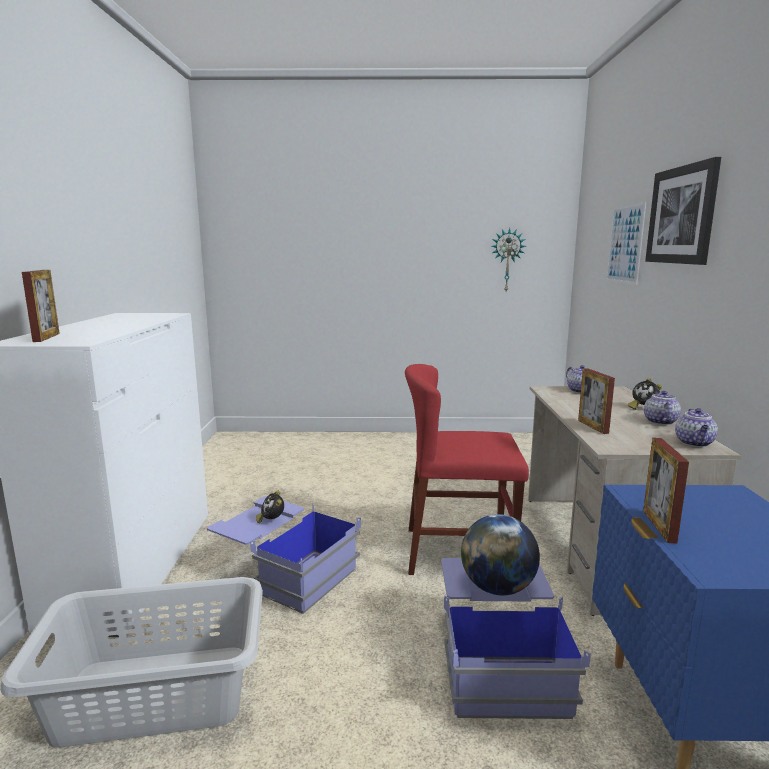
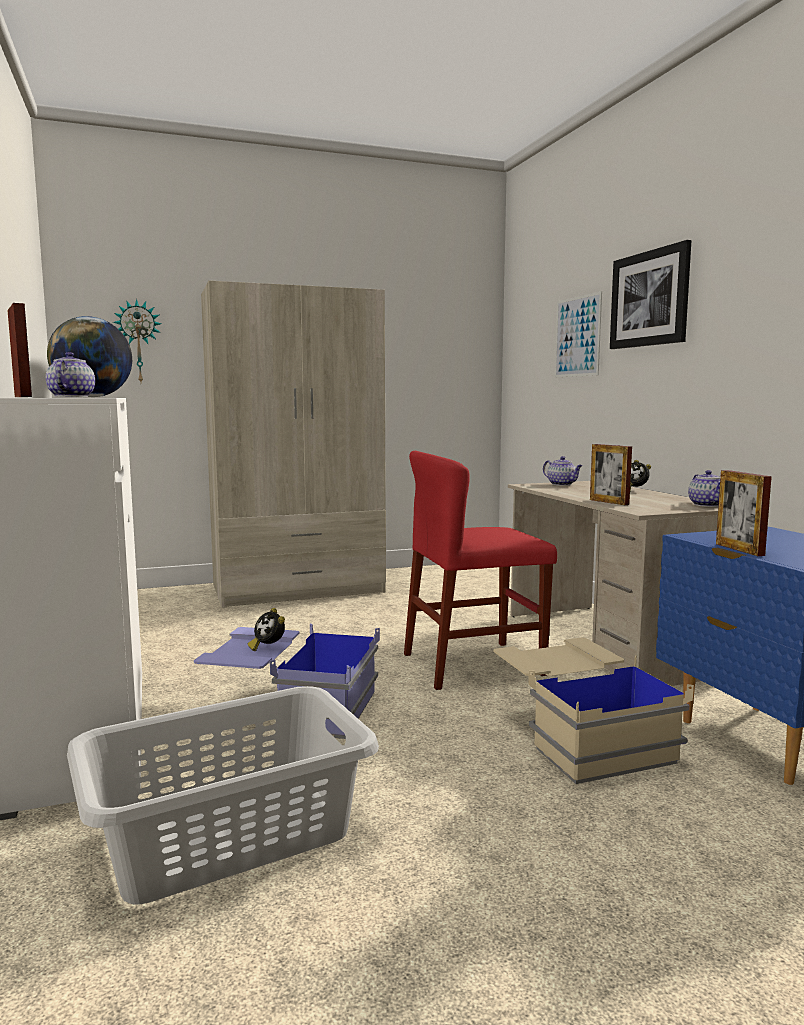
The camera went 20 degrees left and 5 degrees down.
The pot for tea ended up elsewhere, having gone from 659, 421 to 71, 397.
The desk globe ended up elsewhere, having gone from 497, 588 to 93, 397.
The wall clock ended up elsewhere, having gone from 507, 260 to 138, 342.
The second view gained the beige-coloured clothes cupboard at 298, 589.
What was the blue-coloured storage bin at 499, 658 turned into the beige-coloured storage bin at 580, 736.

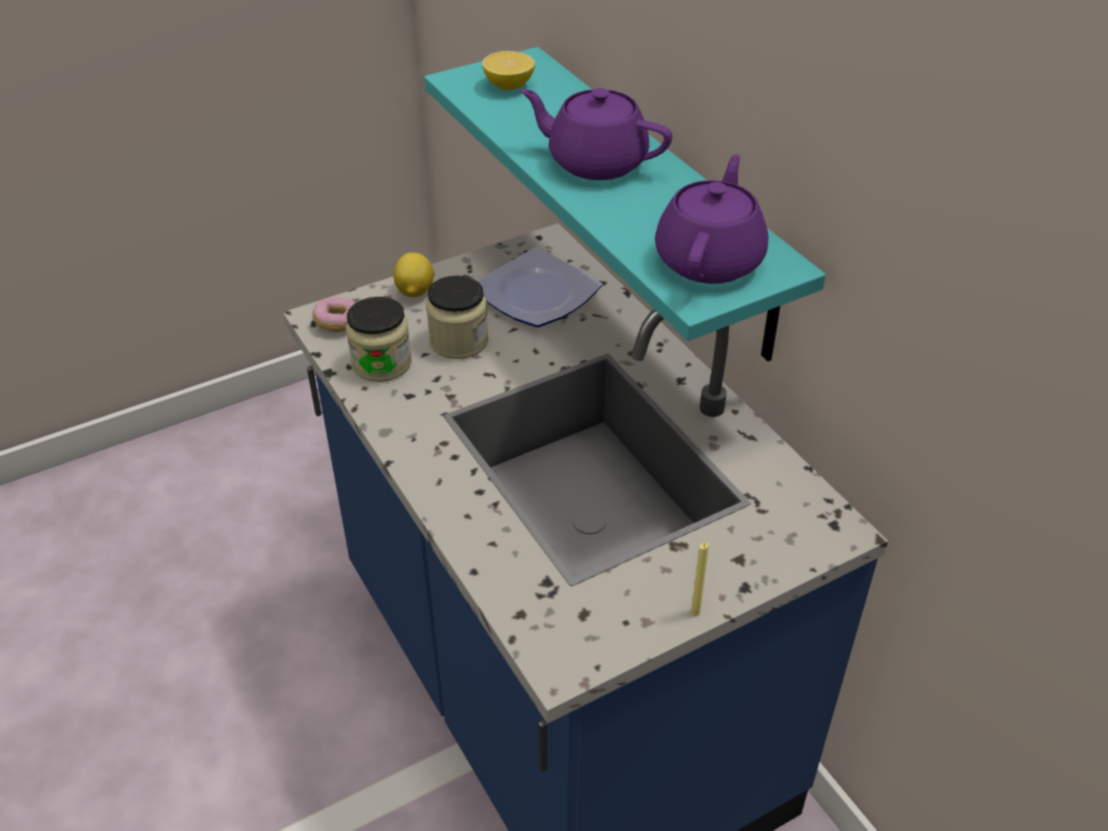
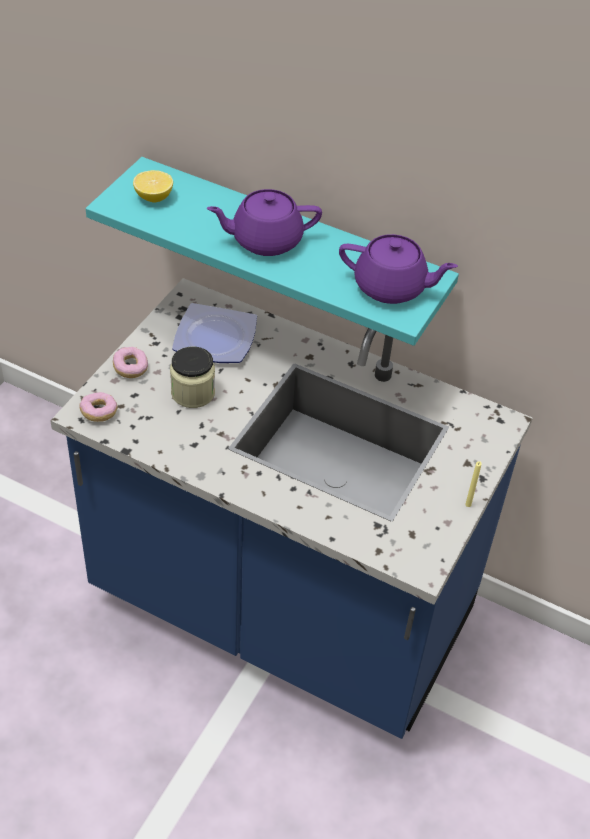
The camera went 35 degrees left and 5 degrees up.
Where the lemon stood at 414, 292, the doughnut came to stand at 130, 368.
The purplish pot for tea at 710, 259 ended up facing another way, 120 degrees clockwise from before.
The second view lost the jar at 381, 363.

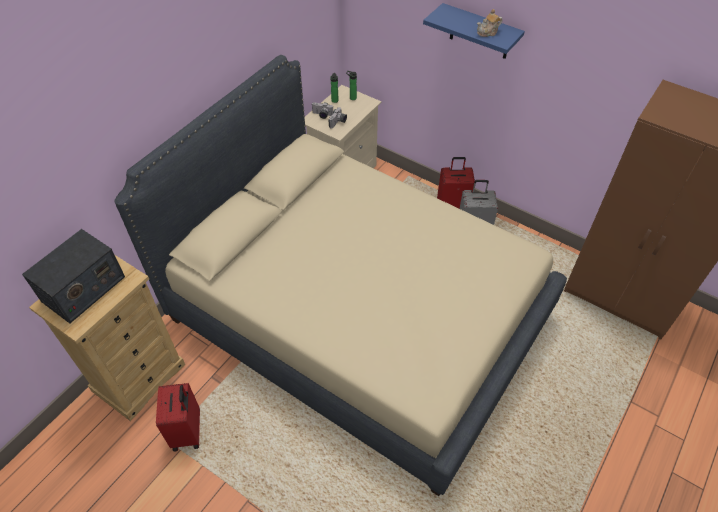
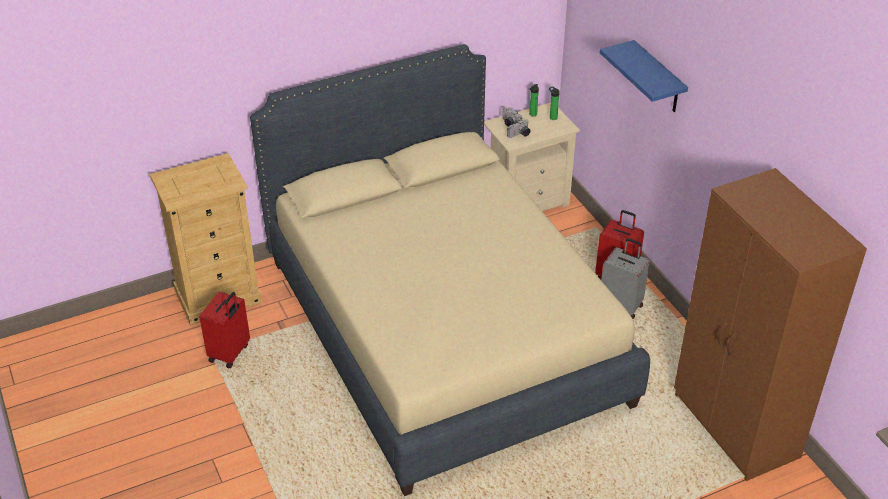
The camera went 30 degrees right and 10 degrees down.
The second view lost the radio set at 83, 289.
The second view lost the pot for tea at 488, 32.

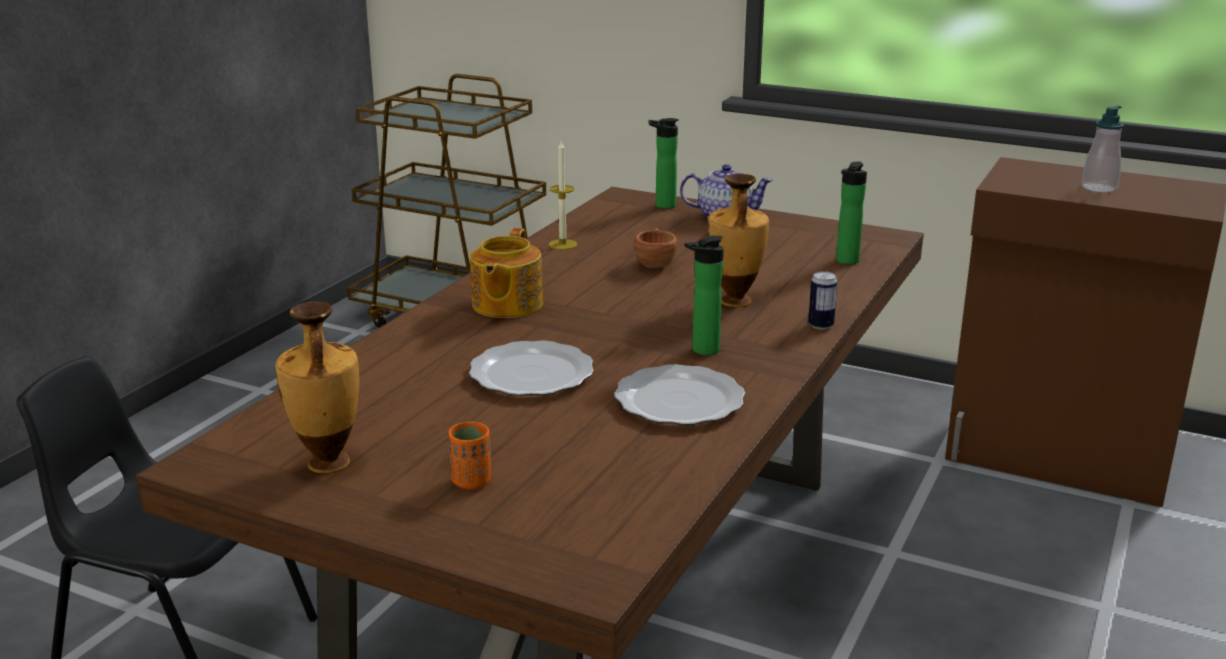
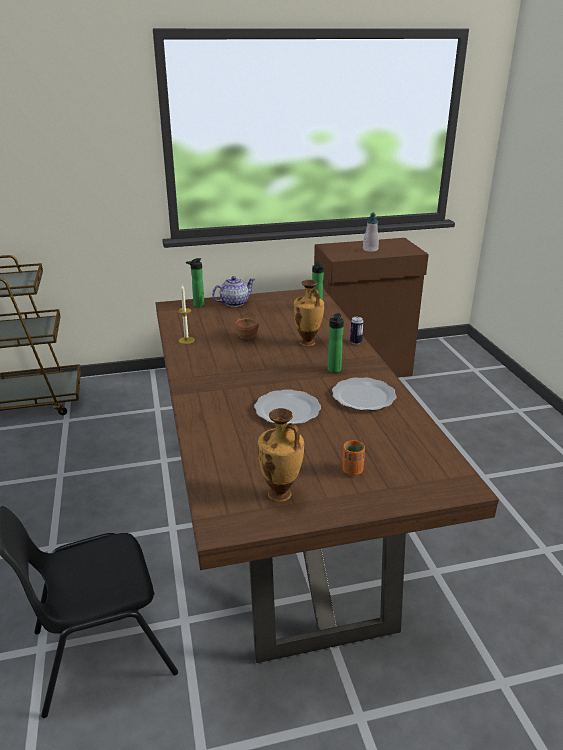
The camera went 40 degrees left and 5 degrees up.
The second view lost the pot for tea at 506, 305.

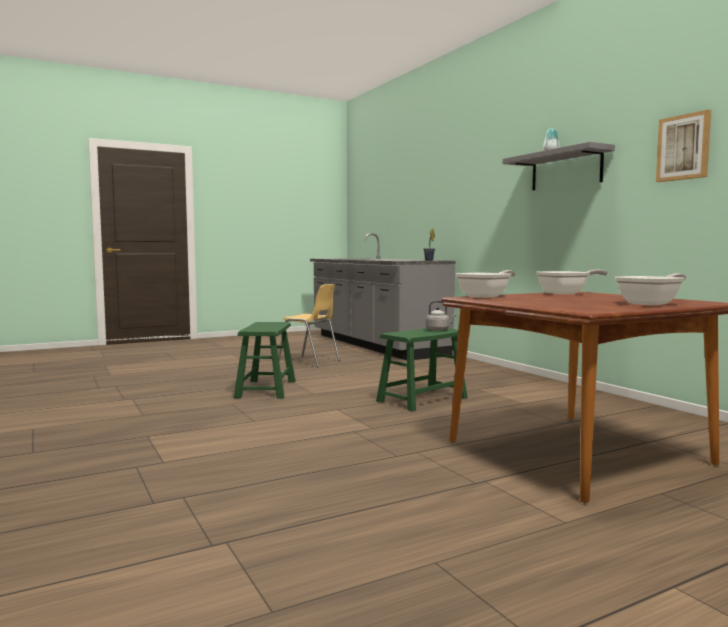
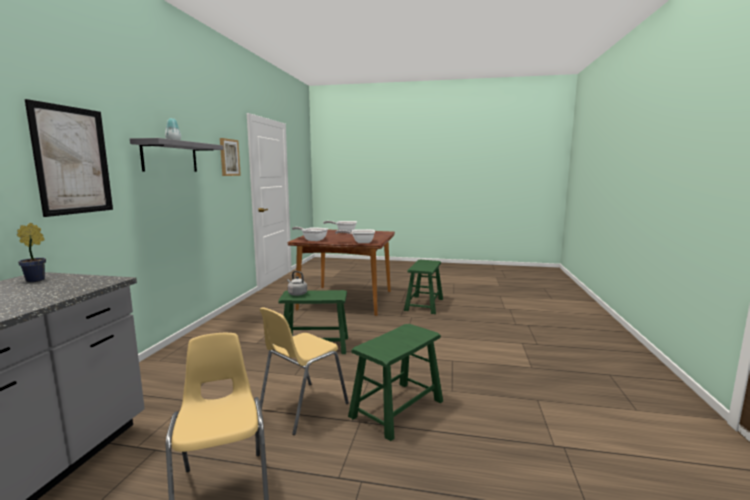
The camera went 140 degrees left and 5 degrees up.
The second view gained the wall art at 72, 160.
The second view gained the yellow-coloured chair at 302, 407.
The second view gained the green stool seat at 424, 304.

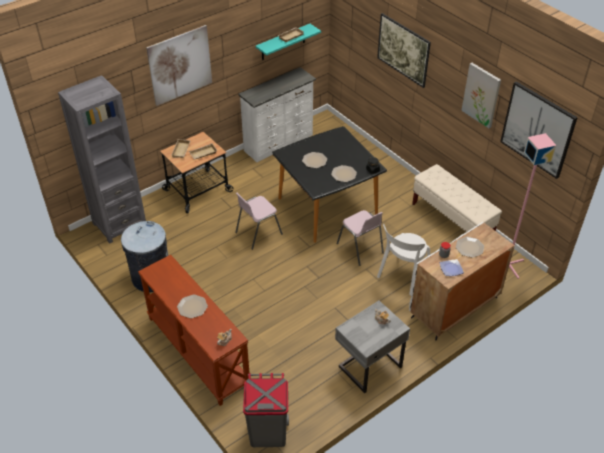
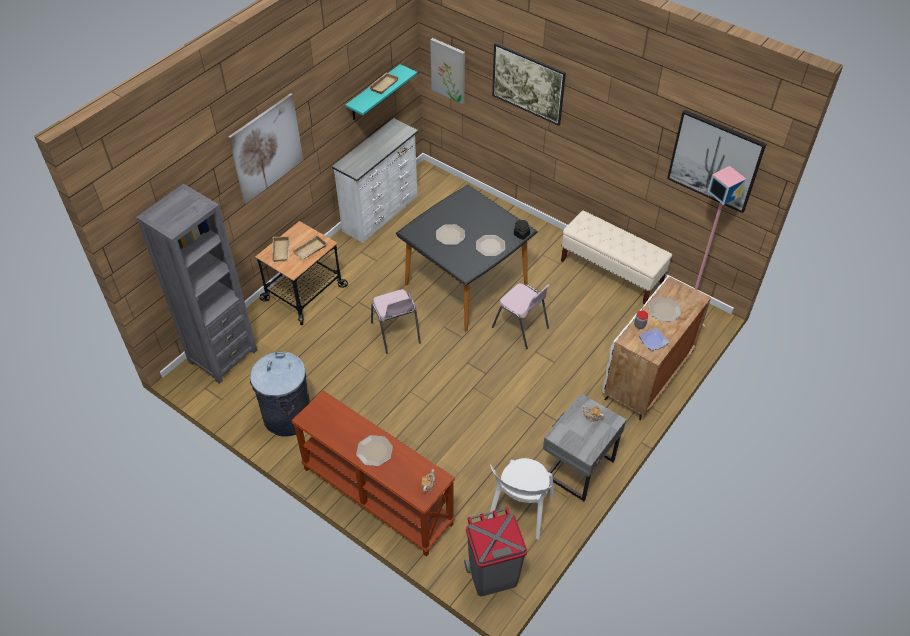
The camera went 15 degrees left and 5 degrees up.
The pink chair at 258, 233 ended up facing another way, 60 degrees counterclockwise from before.
The wall art ended up elsewhere, having gone from 481, 95 to 448, 70.
The whitish chair ended up elsewhere, having gone from 402, 276 to 520, 511.

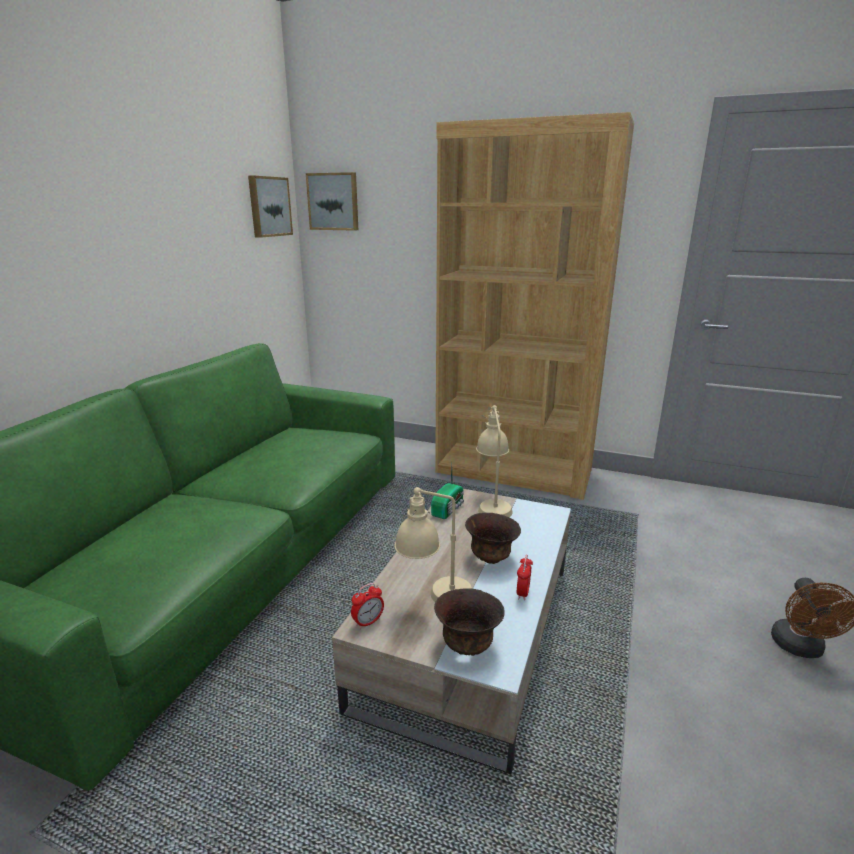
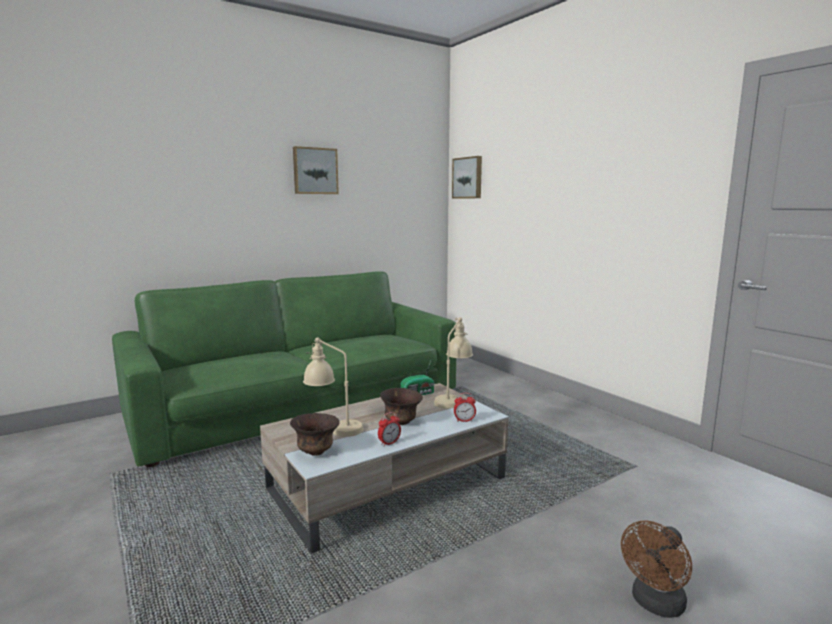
The camera went 35 degrees right and 10 degrees down.
The wall art ended up elsewhere, having gone from 269, 206 to 315, 171.
The table clock ended up elsewhere, having gone from 368, 622 to 464, 420.
The second view lost the brown-coloured bookshelf at 514, 472.

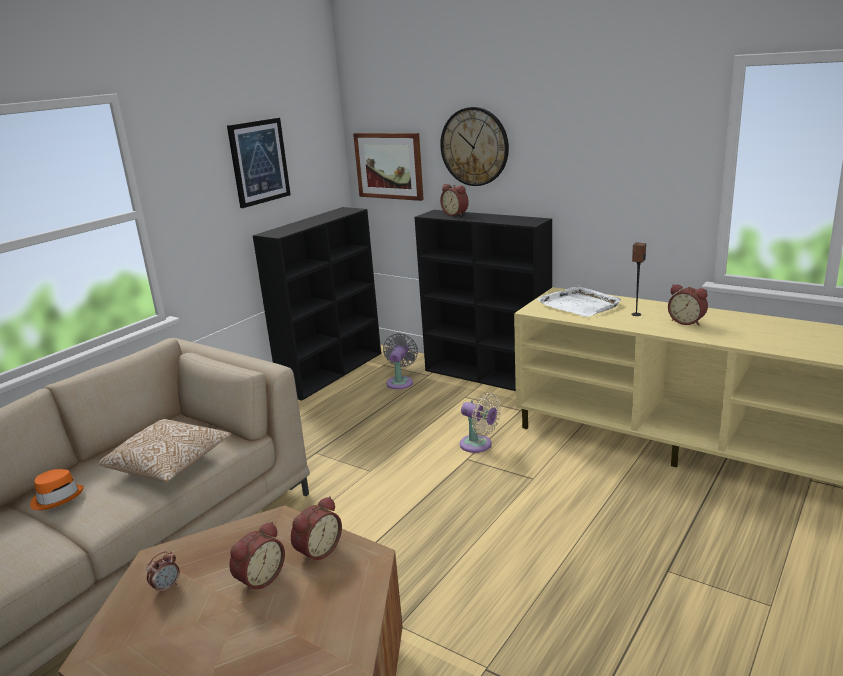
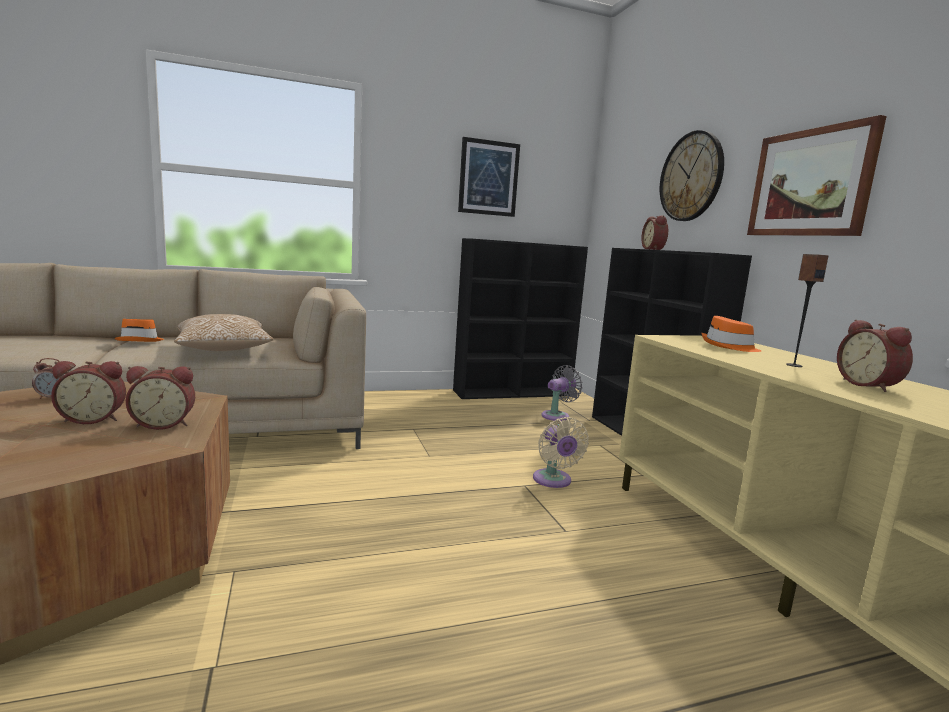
The camera went 35 degrees right and 10 degrees down.
Where the whitish tray stood at 579, 304, the orangey hat came to stand at 729, 346.
The wall art ended up elsewhere, having gone from 389, 165 to 810, 183.

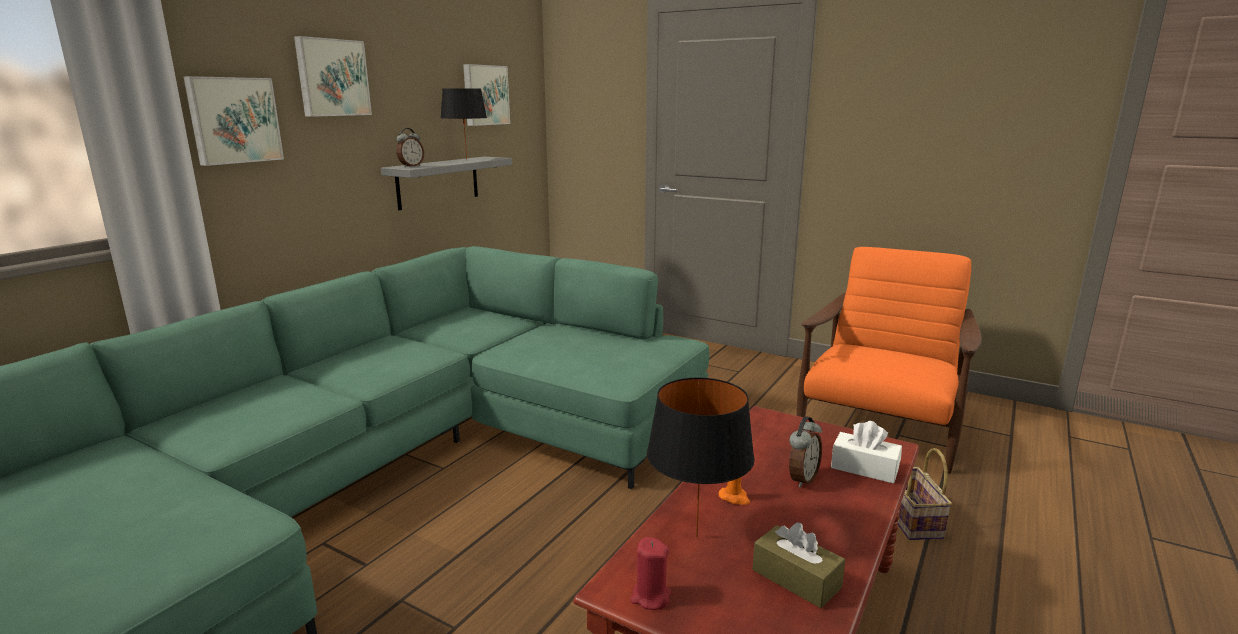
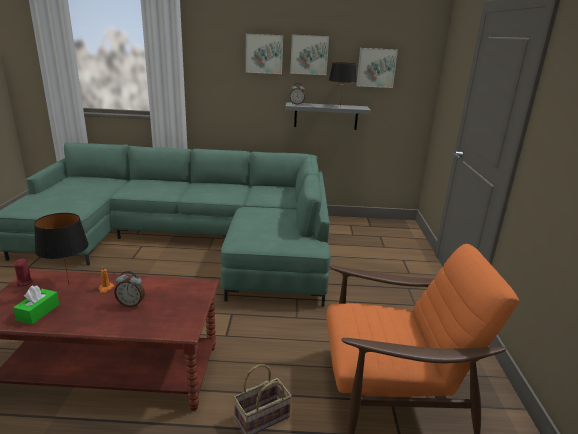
The camera went 60 degrees right and 5 degrees up.
What was the brown-coloured box of tissues at 796, 578 turned into the green box of tissues at 38, 312.
The wall art ended up elsewhere, having gone from 233, 120 to 309, 55.
The second view lost the whitish box of tissues at 864, 468.

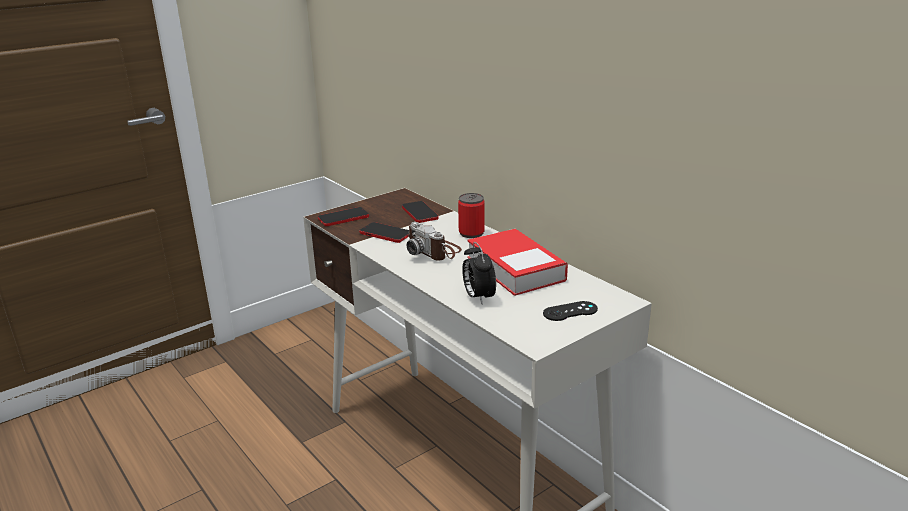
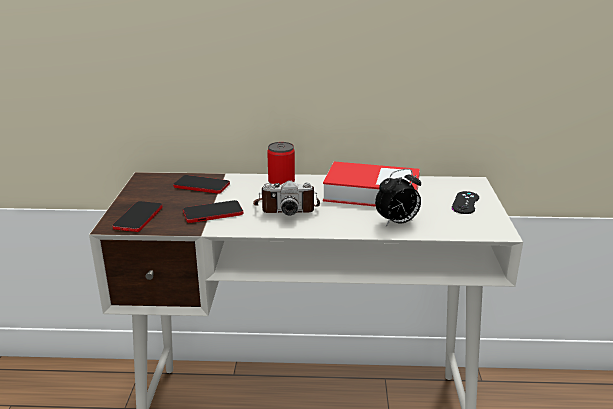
The camera went 50 degrees left and 0 degrees up.
The table clock at 478, 297 ended up facing another way, 45 degrees counterclockwise from before.

